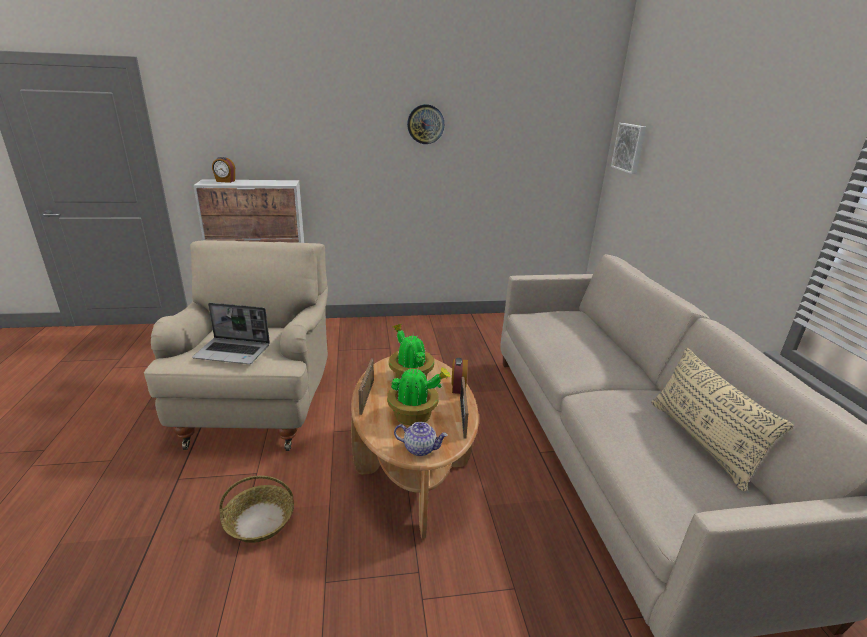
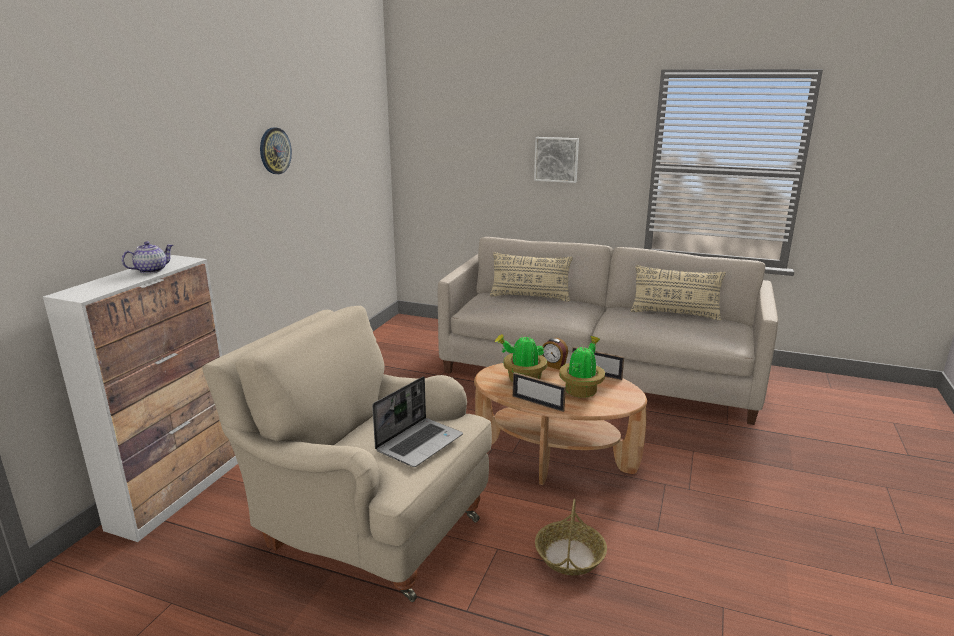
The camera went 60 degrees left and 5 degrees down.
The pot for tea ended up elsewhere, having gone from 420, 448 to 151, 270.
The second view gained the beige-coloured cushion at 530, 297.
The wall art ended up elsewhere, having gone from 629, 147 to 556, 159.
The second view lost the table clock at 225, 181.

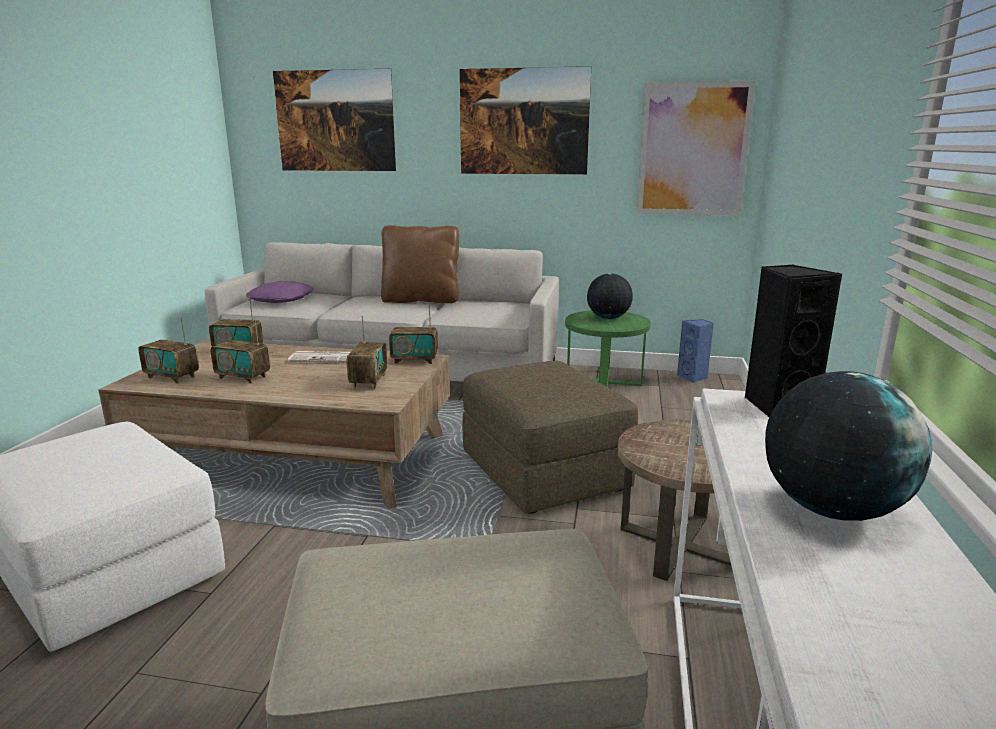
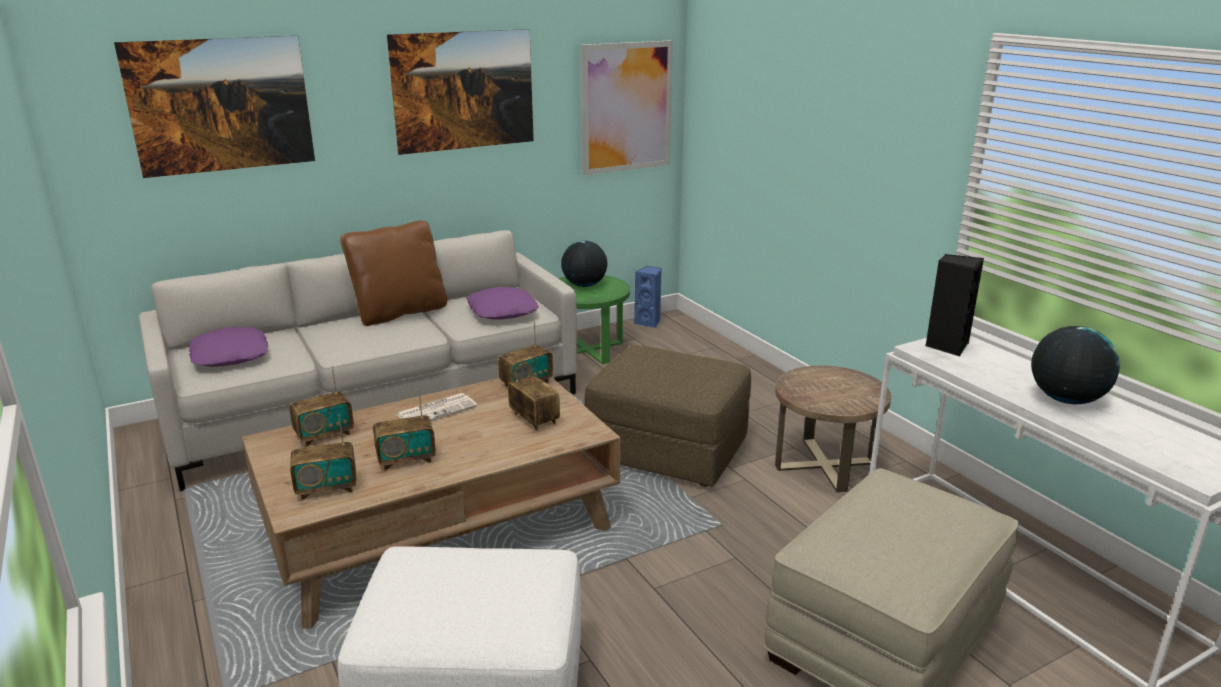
The camera went 40 degrees left and 5 degrees up.
The second view gained the purplish cushion at 503, 311.

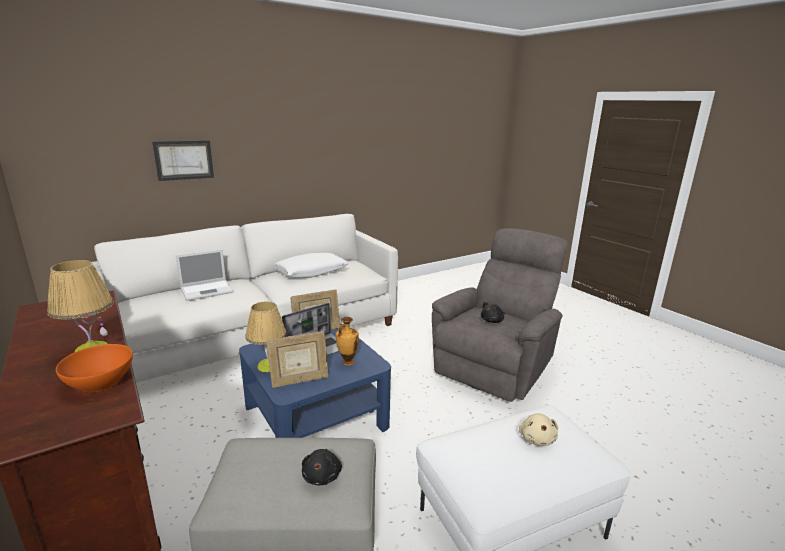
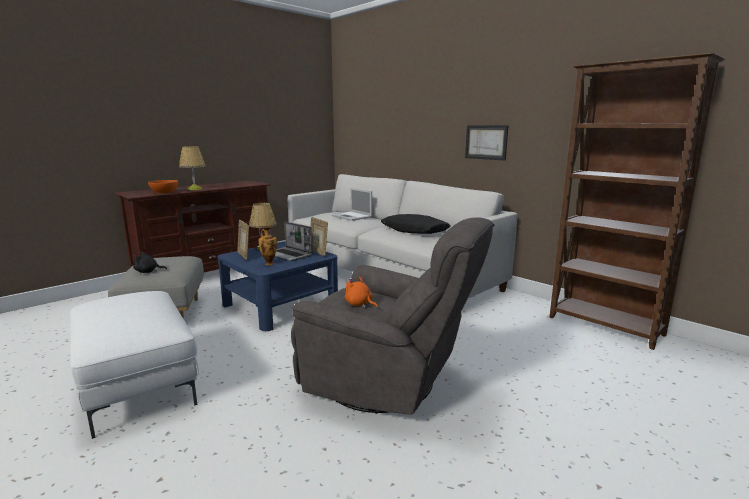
The camera went 80 degrees right and 5 degrees down.
What was the black-coloured cuddly toy at 492, 321 turned into the orangey cuddly toy at 360, 304.
What was the whitish cushion at 311, 272 turned into the black-coloured cushion at 414, 231.
The wall art ended up elsewhere, having gone from 184, 160 to 486, 142.
The second view gained the brown-coloured bookshelf at 605, 327.
The second view lost the beige-coloured cuddly toy at 536, 438.

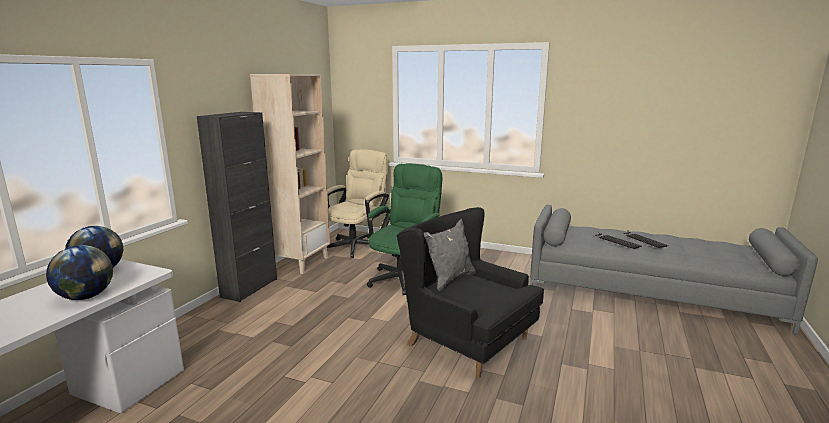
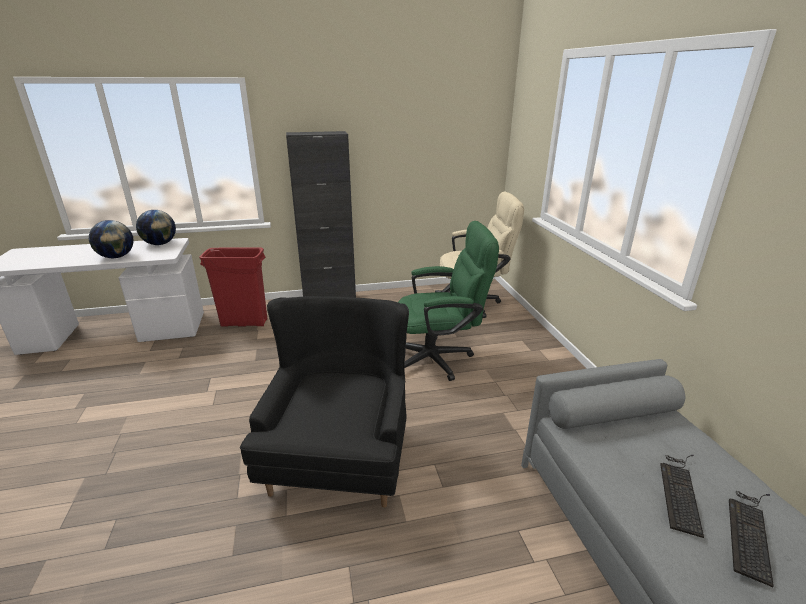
The camera went 55 degrees right and 10 degrees up.
The second view gained the red-coloured rubbish bin at 244, 323.
The second view lost the beige-coloured bookshelf at 300, 262.
The second view lost the greyish cushion at 450, 279.

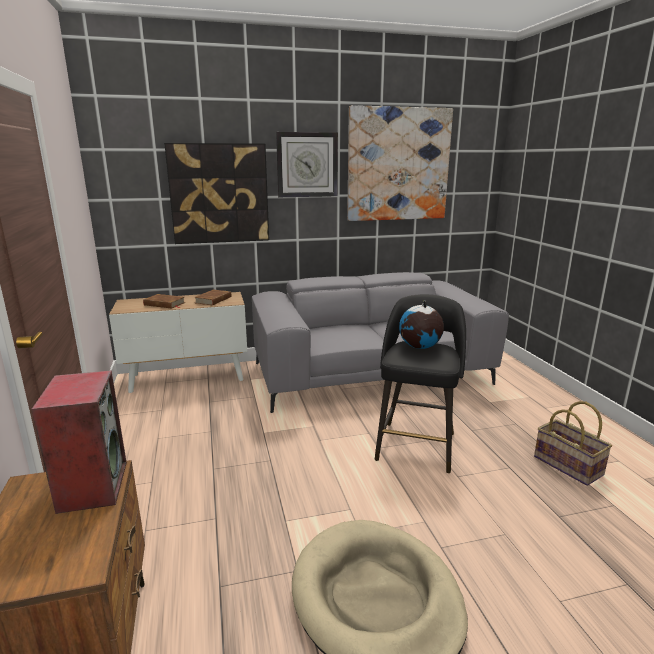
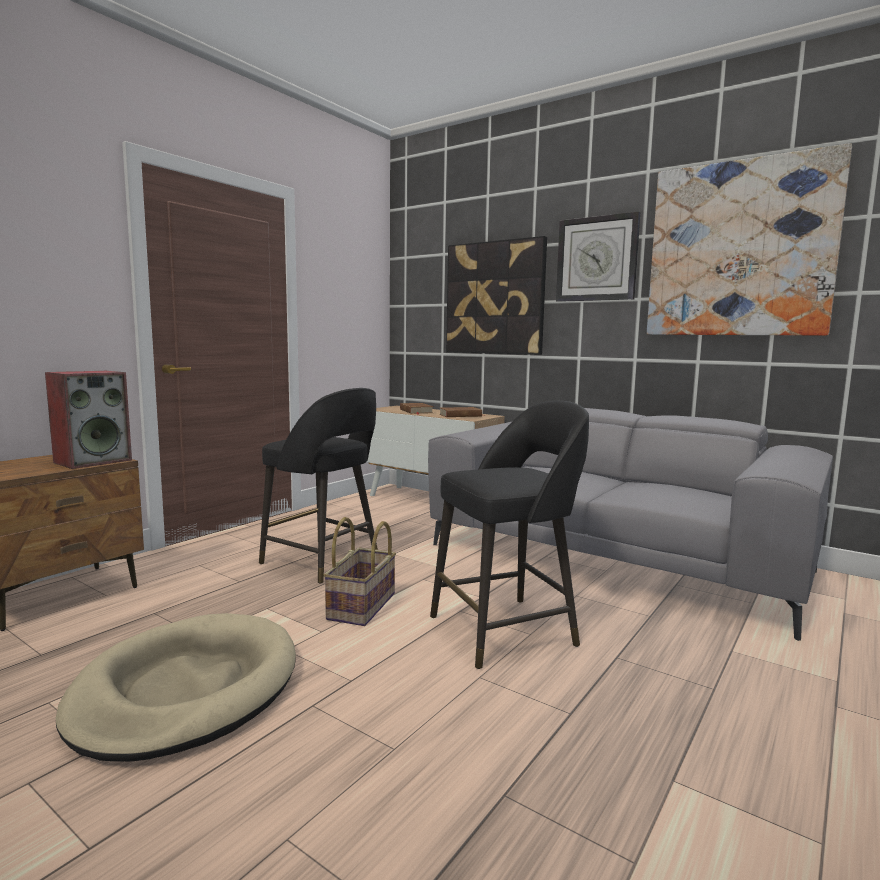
The camera went 50 degrees right and 10 degrees down.
The second view gained the black-coloured stool seat at 323, 561.
The household basket ended up elsewhere, having gone from 568, 465 to 363, 607.
The second view lost the desk globe at 419, 347.

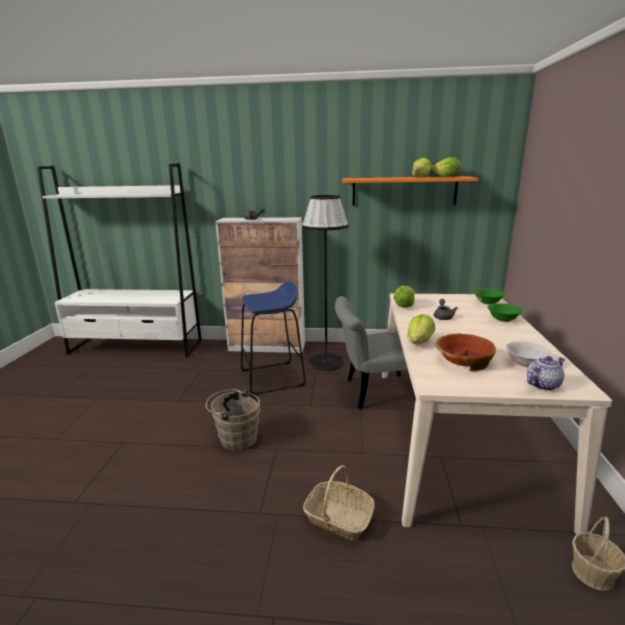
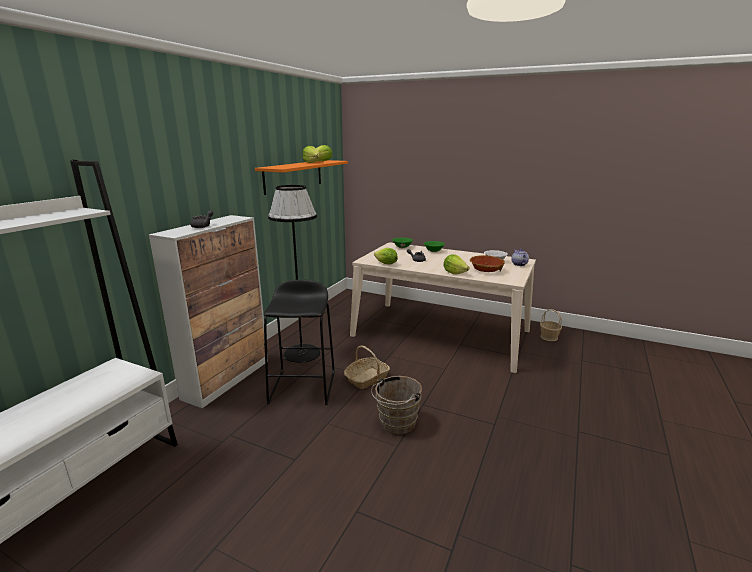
The camera went 70 degrees left and 0 degrees up.
What was the blue-coloured stool seat at 272, 378 turned into the black-coloured stool seat at 303, 387.
The household basket ended up elsewhere, having gone from 338, 518 to 367, 378.
The second view lost the greyish chair at 372, 392.

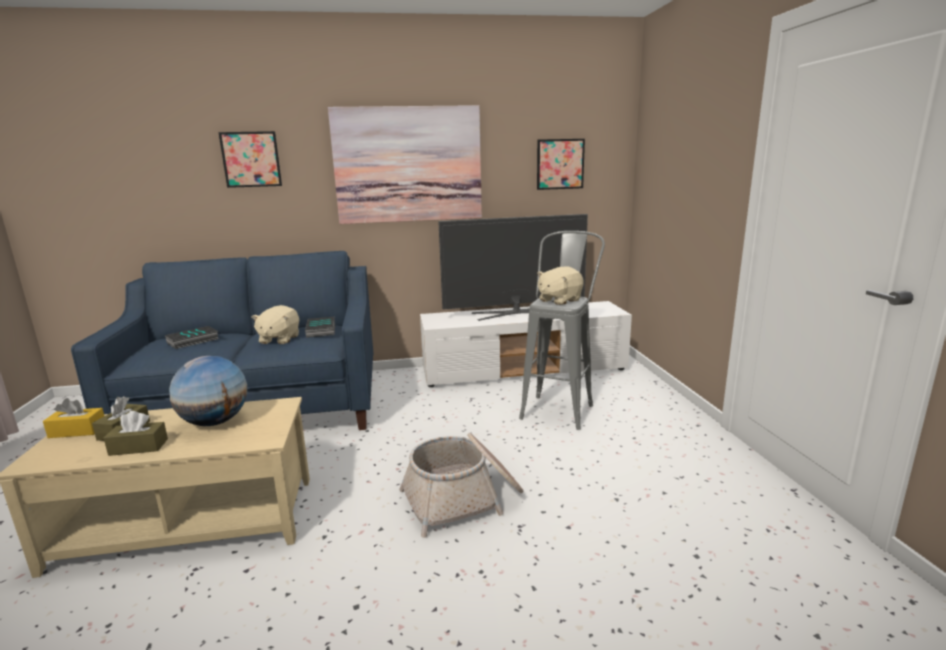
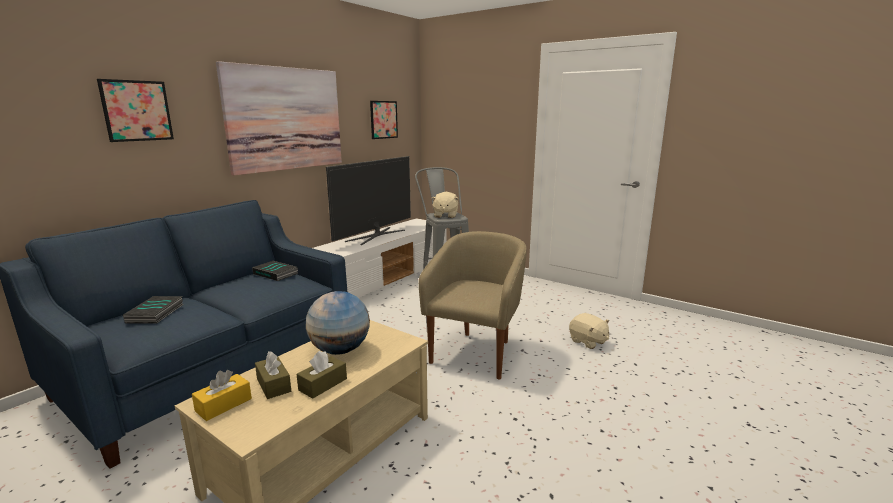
The camera went 45 degrees left and 0 degrees up.
Where the household basket stood at 463, 499, the beige-coloured easy chair came to stand at 476, 352.
The beige-coloured cuddly toy ended up elsewhere, having gone from 279, 339 to 588, 341.

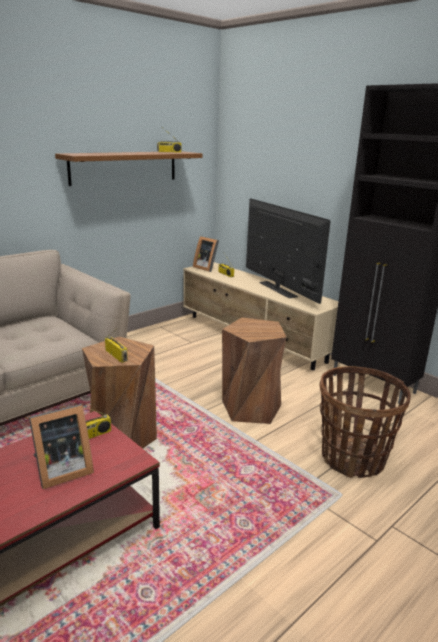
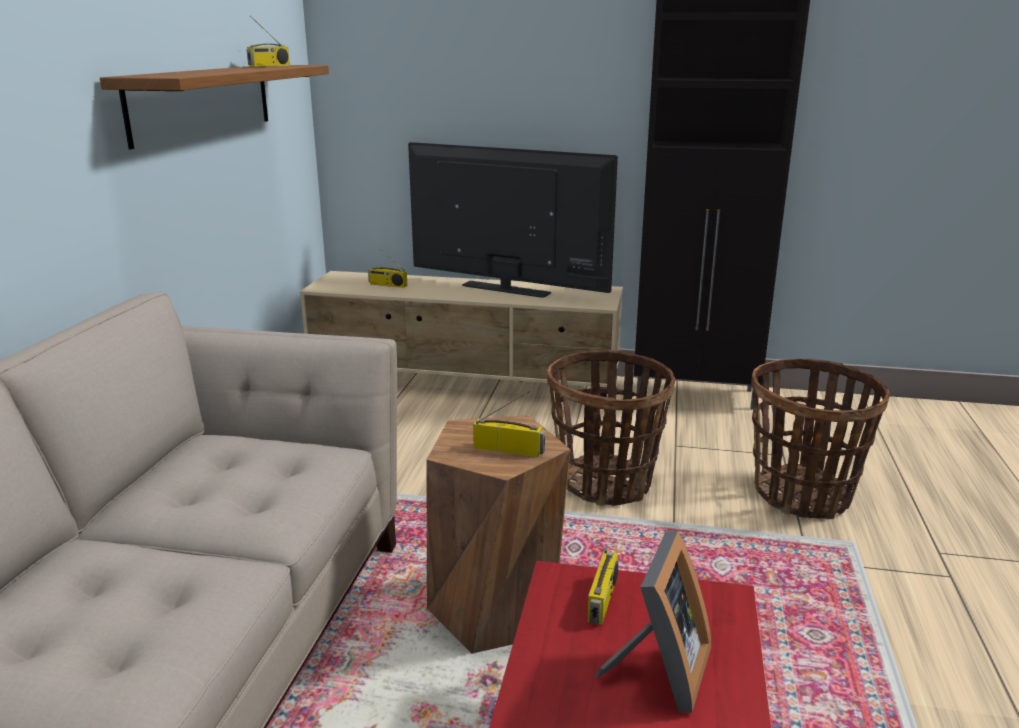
The camera went 35 degrees left and 0 degrees up.
Where the brown-coloured stool seat stood at 251, 408, the household basket came to stand at 605, 483.
The second view lost the photo frame at 206, 268.

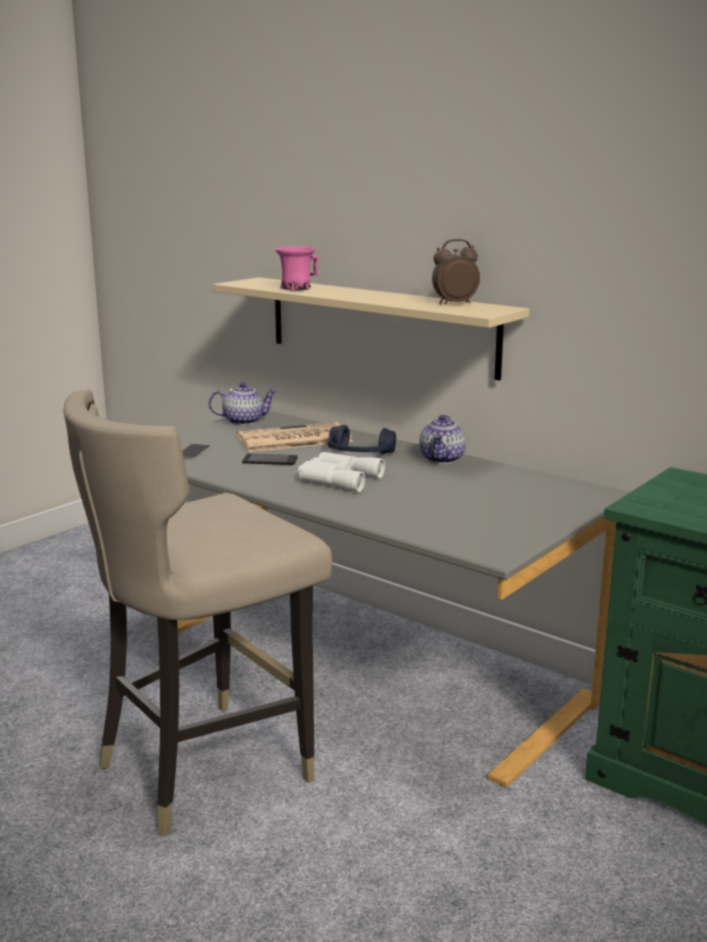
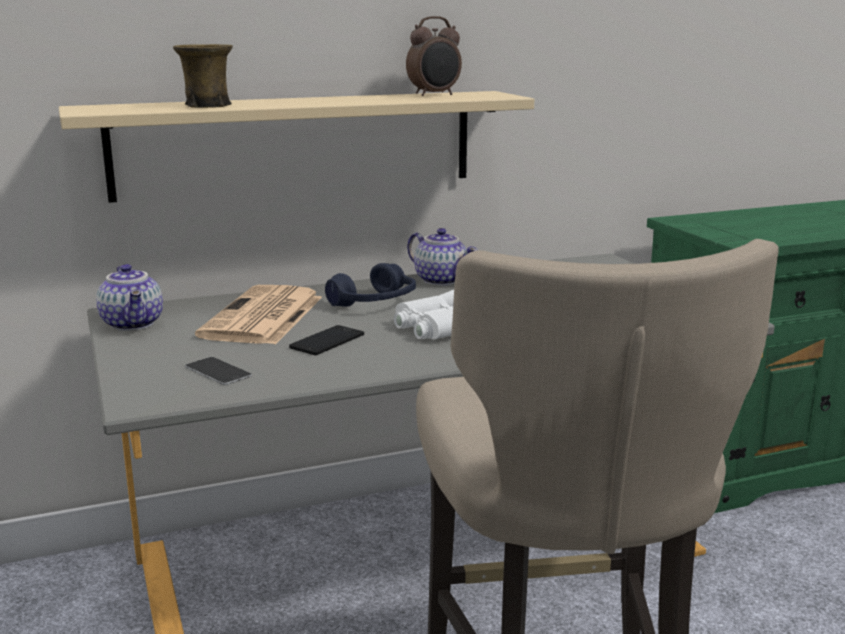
The camera went 60 degrees left and 0 degrees up.
The pot for tea at 244, 421 ended up facing another way, 135 degrees clockwise from before.
What was the pink tea mug at 296, 288 turned into the brown-coloured tea mug at 206, 106.
The table clock at 454, 304 ended up facing another way, 135 degrees counterclockwise from before.

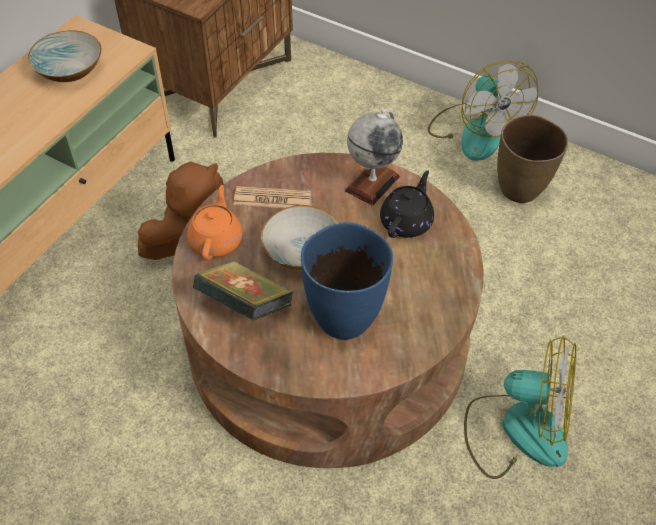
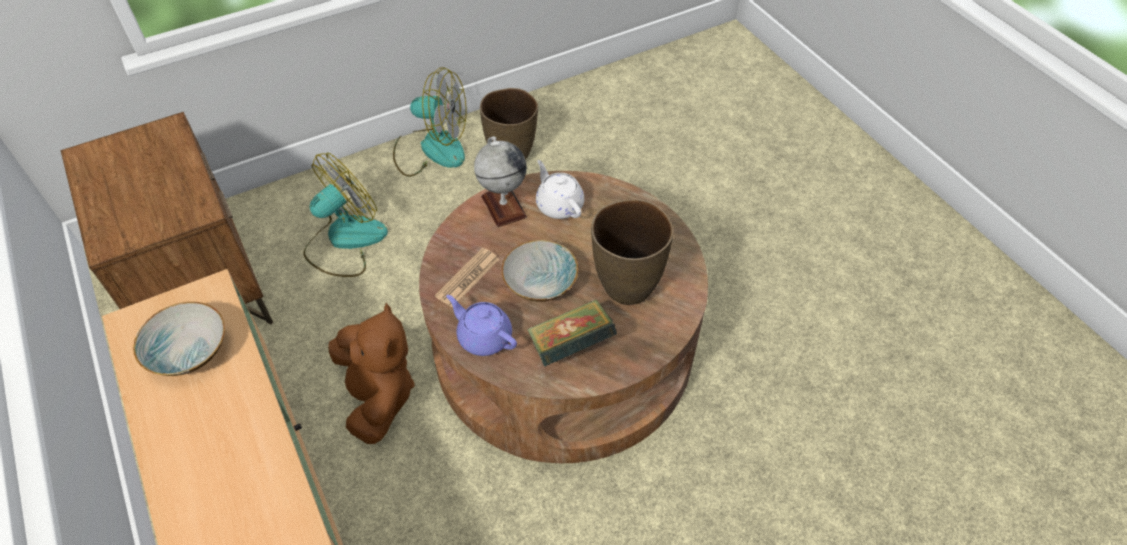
The camera went 60 degrees left and 0 degrees up.
The electric fan ended up elsewhere, having gone from 517, 429 to 345, 241.
What was the orangey pot for tea at 216, 240 turned into the purplish pot for tea at 483, 336.
What was the black-coloured pot for tea at 407, 221 turned into the whitish pot for tea at 559, 205.
What was the blue-coloured vase at 344, 317 turned into the brown-coloured vase at 626, 286.

